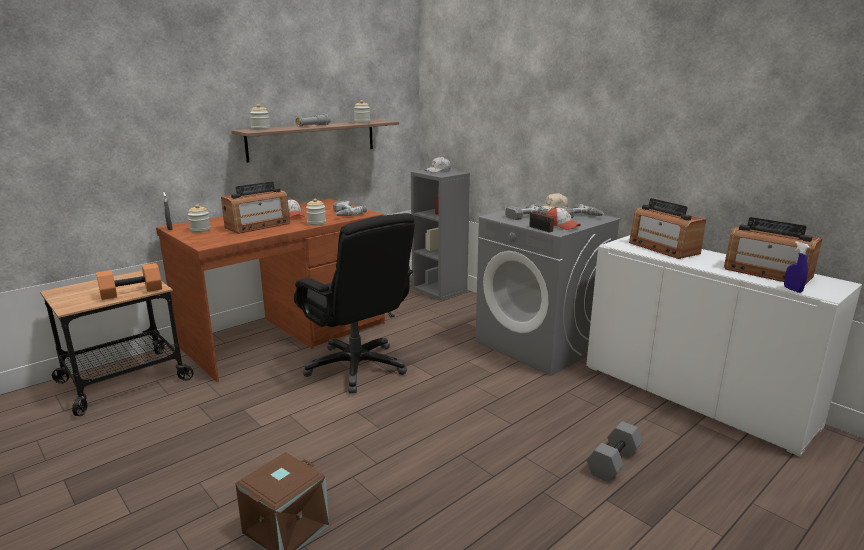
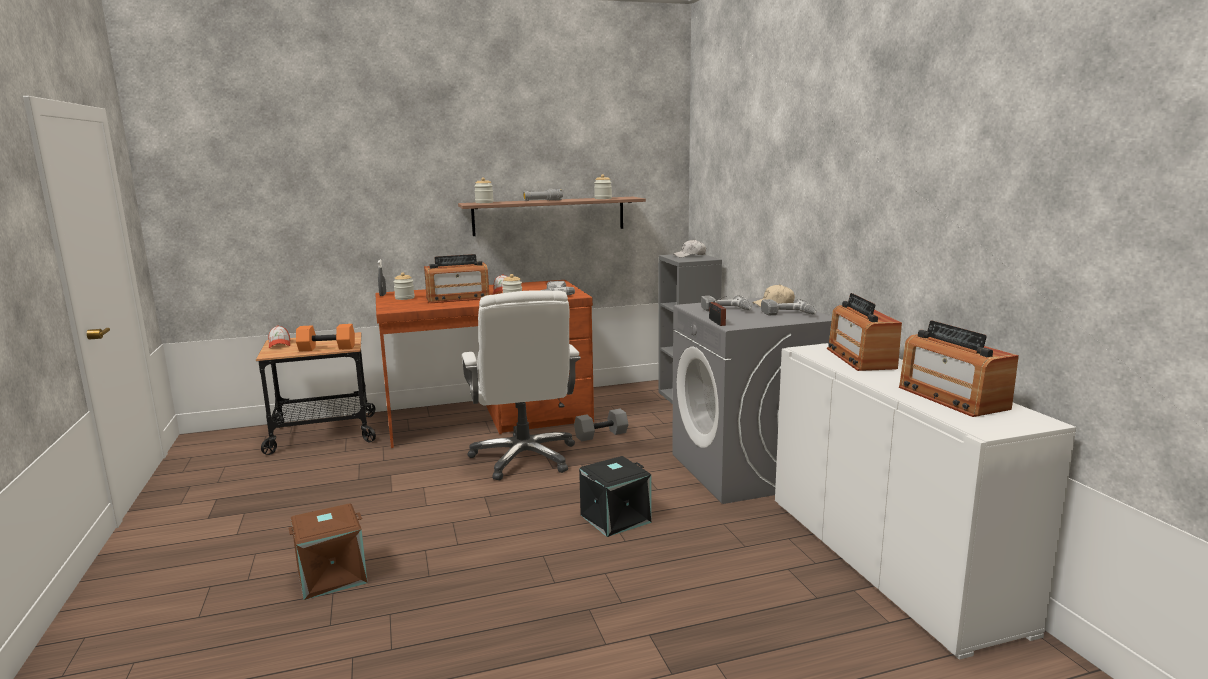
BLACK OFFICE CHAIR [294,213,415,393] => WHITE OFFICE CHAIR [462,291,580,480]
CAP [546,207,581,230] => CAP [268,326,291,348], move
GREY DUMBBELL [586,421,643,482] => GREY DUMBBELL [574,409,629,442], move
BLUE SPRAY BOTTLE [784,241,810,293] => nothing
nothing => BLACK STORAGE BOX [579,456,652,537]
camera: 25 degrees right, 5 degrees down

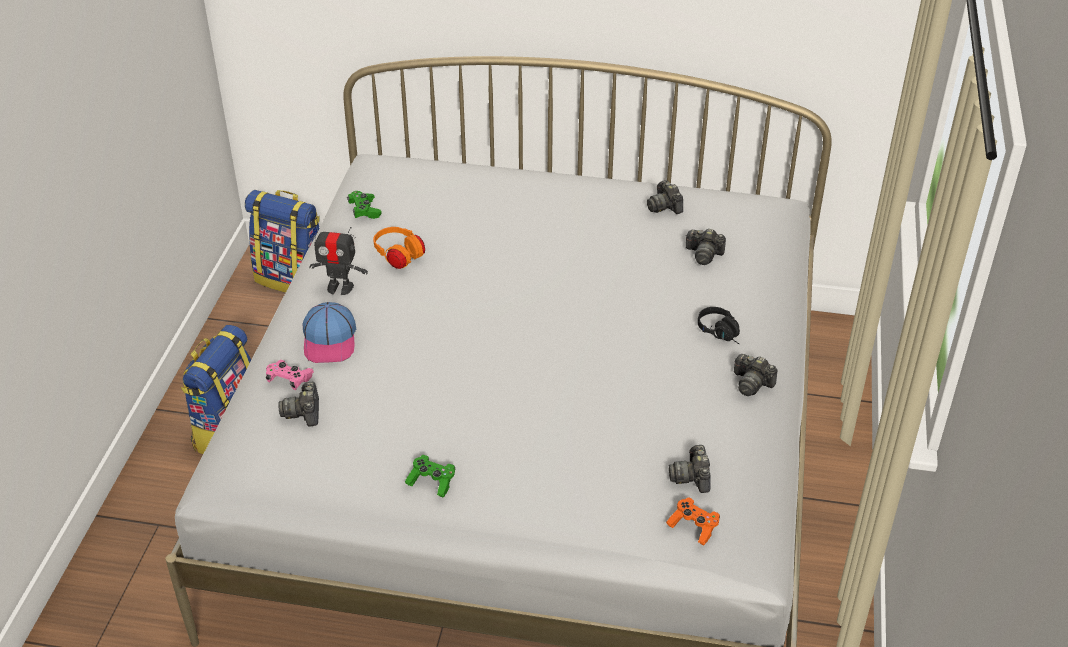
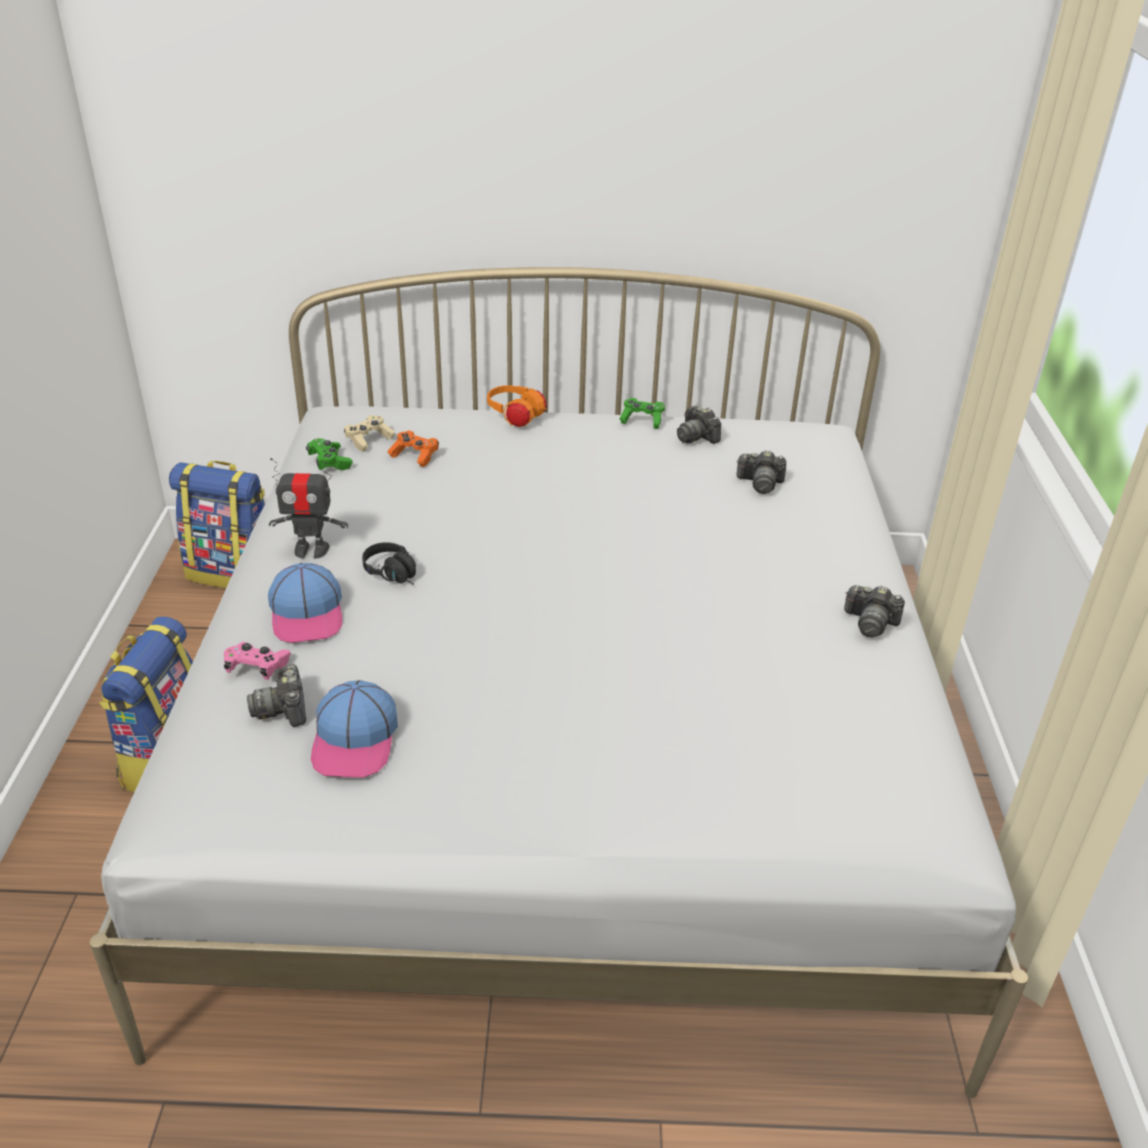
ORANGE HEADPHONES [373,227,425,269] => ORANGE HEADPHONES [487,385,547,427], move
GREEN GAME CONTROLLER [405,455,455,498] => GREEN GAME CONTROLLER [620,398,665,429], move
ORANGE GAME CONTROLLER [666,497,720,545] => ORANGE GAME CONTROLLER [388,431,439,467], move
PHOTO CAMERA [669,445,711,493] => nothing
BLACK HEADPHONES [698,307,740,344] => BLACK HEADPHONES [362,542,416,585], move
nothing => CAP [311,680,398,778]
nothing => BEIGE GAME CONTROLLER [344,415,395,452]
camera: 10 degrees left, 5 degrees down

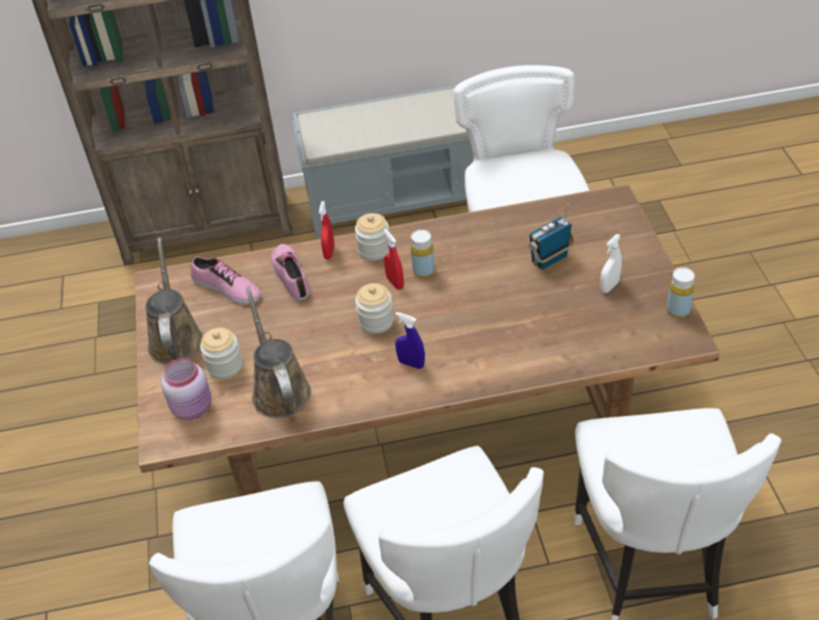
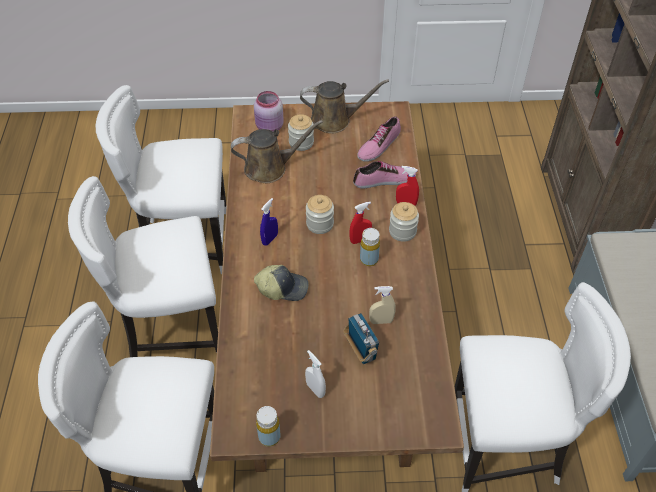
nothing => CAP [254,265,308,301]
nothing => BEIGE SPRAY BOTTLE [369,286,396,324]
camera: 95 degrees right, 5 degrees up

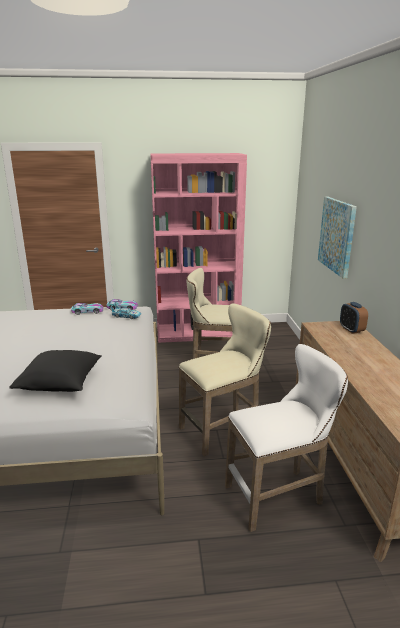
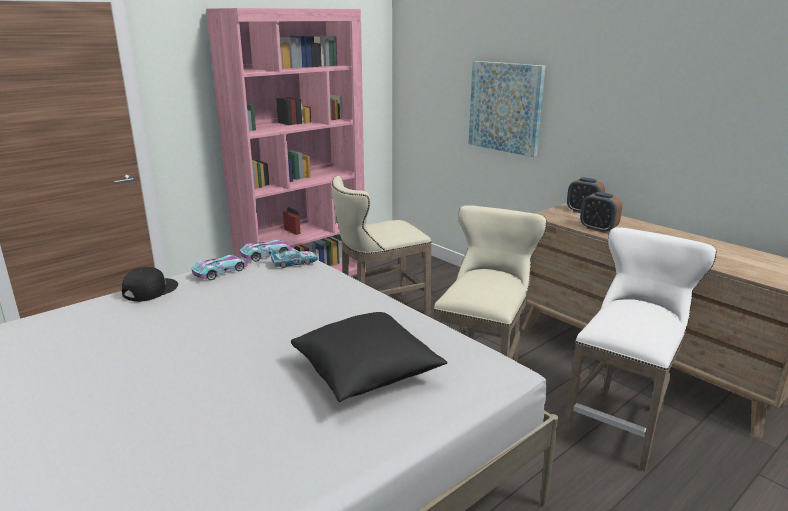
nothing => BLACK CAP [122,267,178,302]
nothing => ALARM CLOCK [580,192,622,233]
camera: 35 degrees left, 0 degrees up

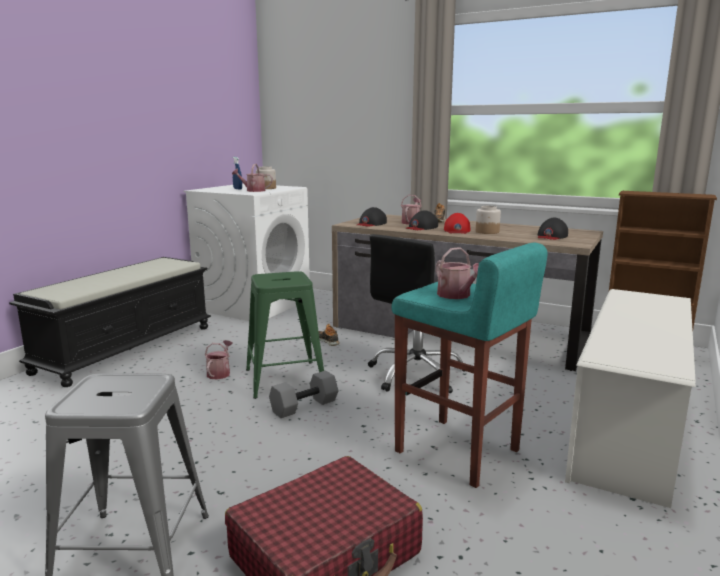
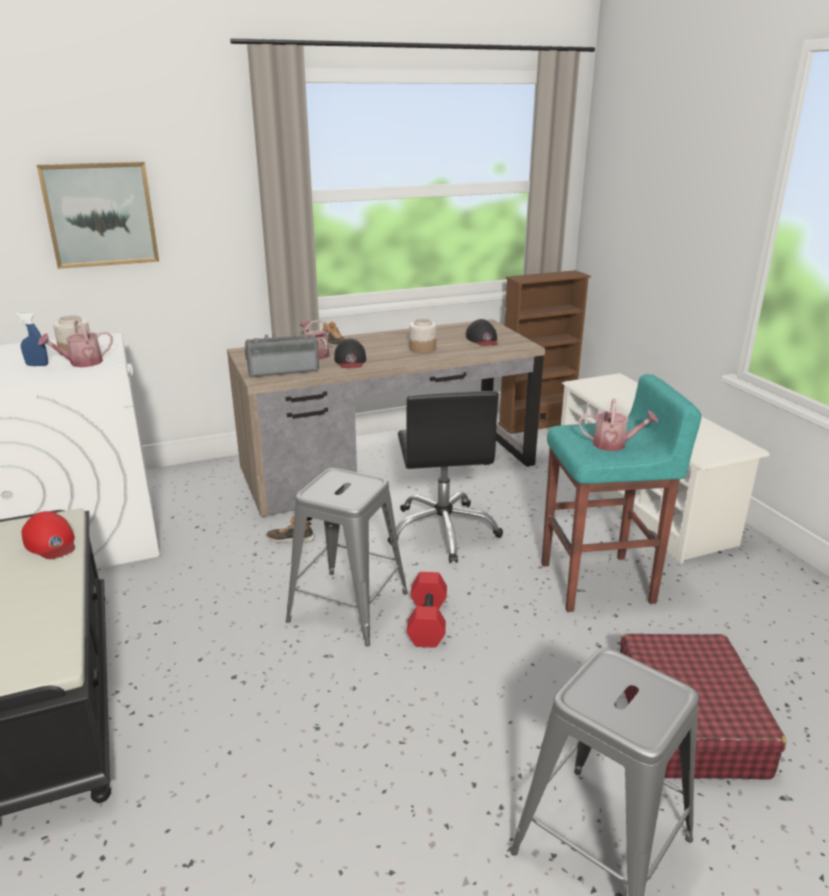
WATERING CAN [205,340,233,379] => nothing
GREEN STOOL [246,271,324,399] => GREY STOOL [286,468,408,646]
GREY DUMBBELL [269,370,338,418] => RED DUMBBELL [407,572,447,648]
BLACK CAP [357,207,387,227] => RADIO [244,334,319,377]
RED CAP [444,213,471,234] => RED CAP [22,511,75,559], move
nothing => PICTURE [37,162,159,269]
camera: 50 degrees left, 10 degrees up

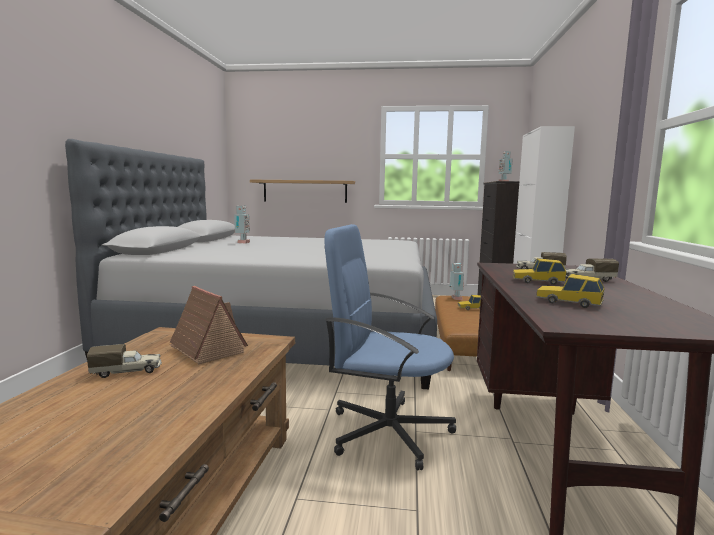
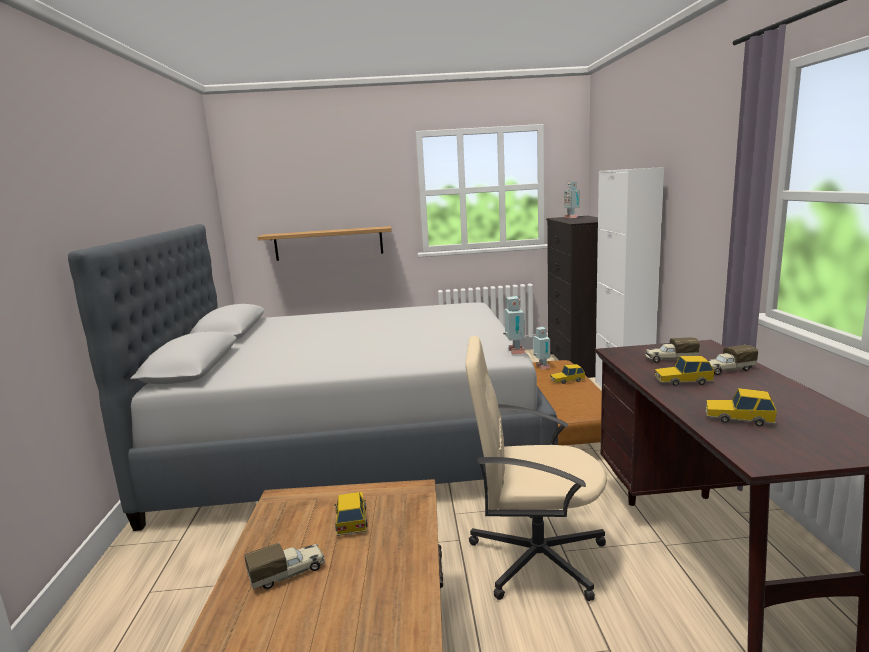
TOY HOUSE [169,286,248,365] => TOY CAR [334,492,367,536]
TOY ROBOT [234,206,250,243] => TOY ROBOT [503,296,526,354], move
BLUE OFFICE CHAIR [324,224,456,470] => BEIGE OFFICE CHAIR [465,336,607,601]
camera: 10 degrees left, 5 degrees up

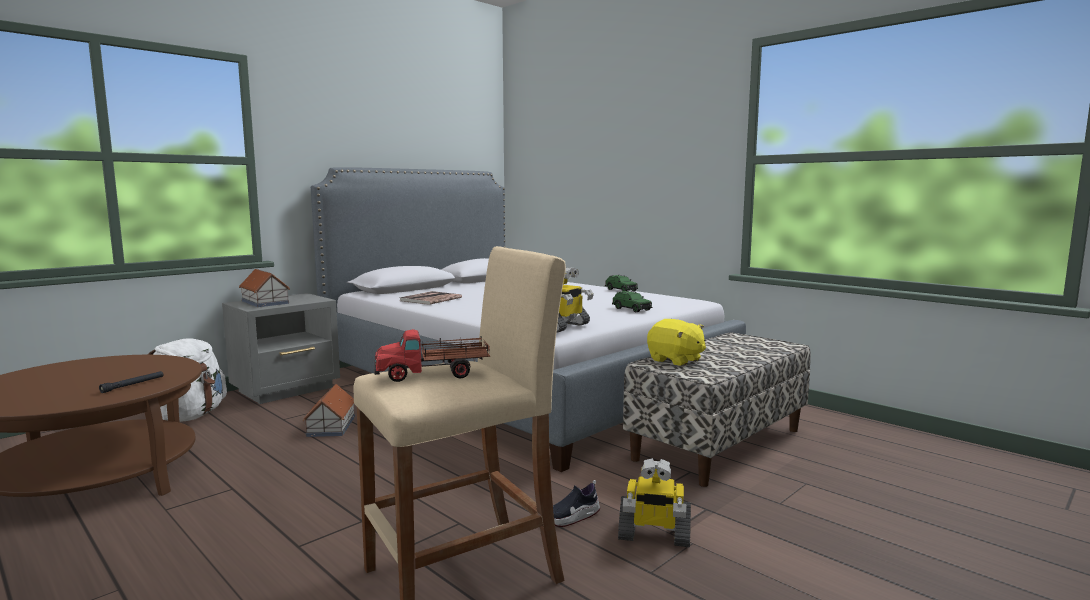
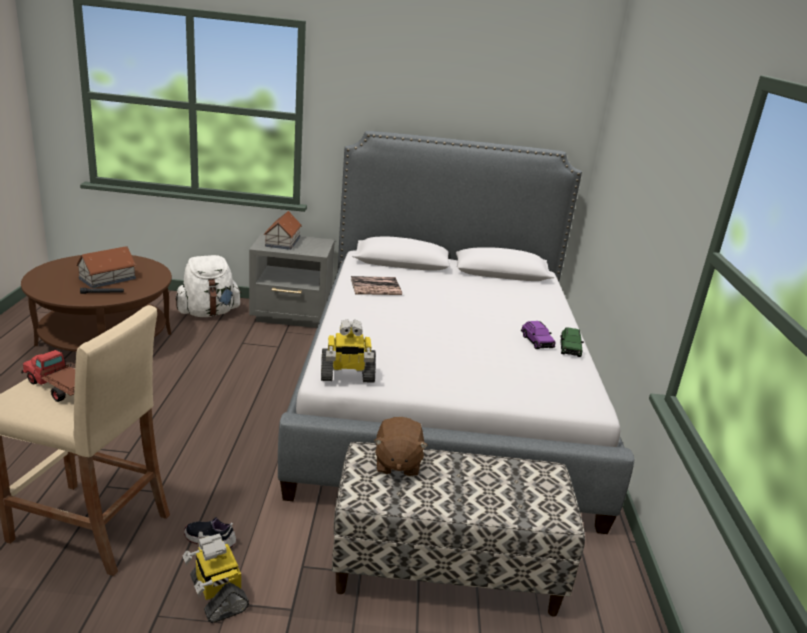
TOY HOUSE [303,384,355,437] => TOY HOUSE [76,246,137,288], move
GREEN TOY CAR [612,291,652,312] => nothing
YELLOW PLUSH TOY [647,319,706,366] => BROWN PLUSH TOY [374,417,428,477]
nothing => PURPLE TOY CAR [521,321,556,349]
camera: 45 degrees right, 15 degrees up

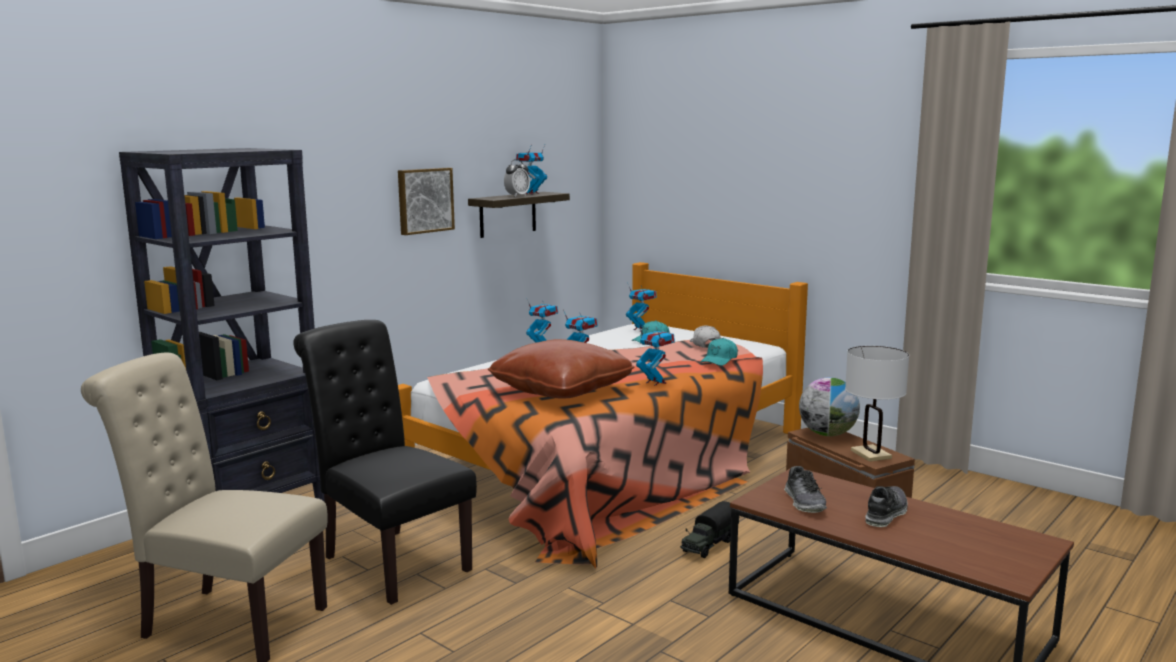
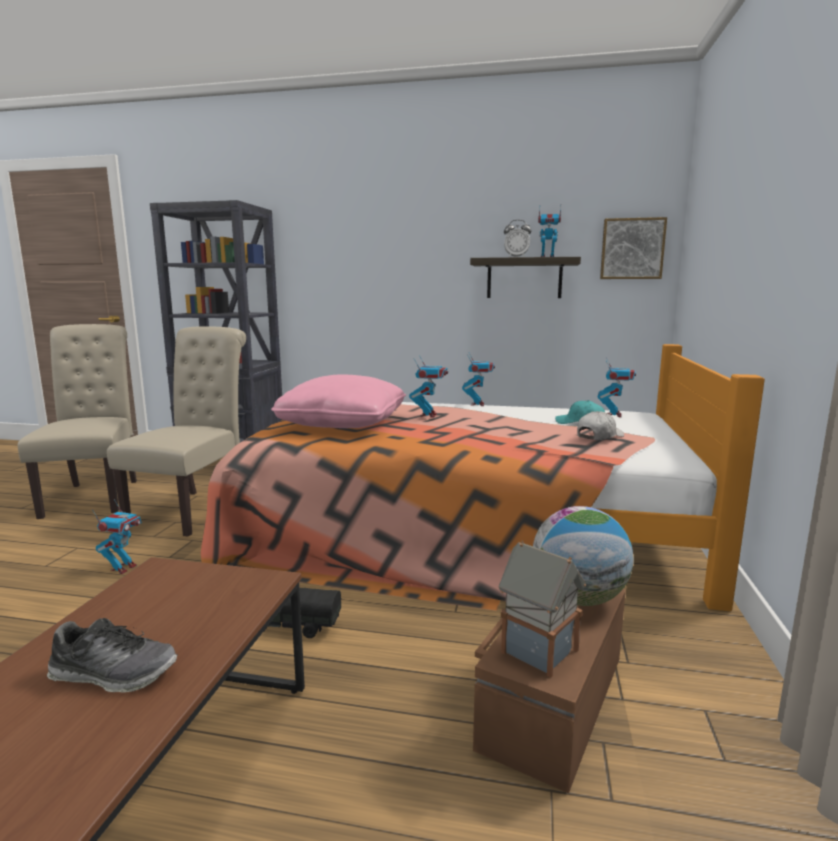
BLACK CHAIR [293,320,477,605] => BEIGE CHAIR [107,326,246,537]
PICTURE [398,168,455,235] => PICTURE [600,217,667,279], move
BROWN PILLOW [488,339,634,398] => PINK PILLOW [271,375,406,428]
TOY ROBOT [636,324,675,386] => TOY ROBOT [92,499,142,574], move
TURQUOISE CAP [701,338,738,366] => nothing
SHOE [784,466,827,513] => nothing
WHITE TABLE LAMP [845,346,909,462] => TOY HOUSE [499,541,586,678]
camera: 60 degrees right, 0 degrees up

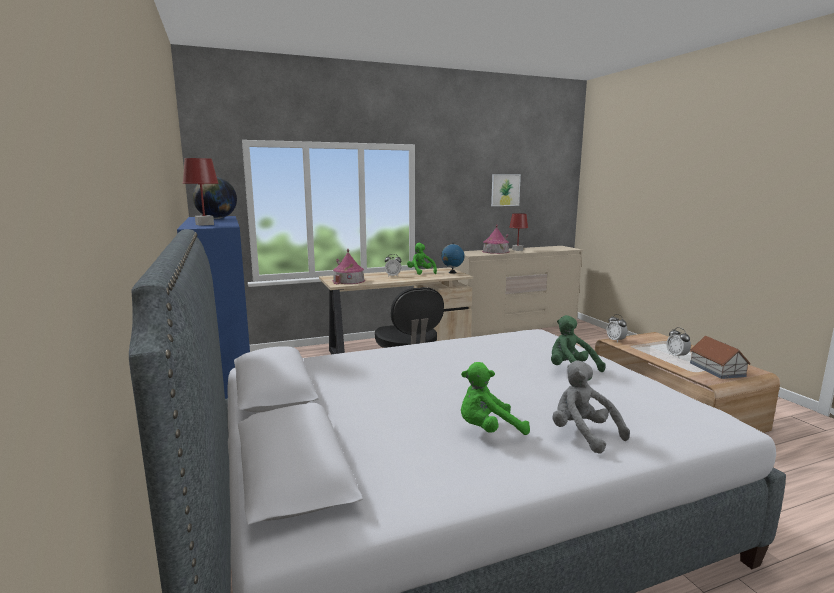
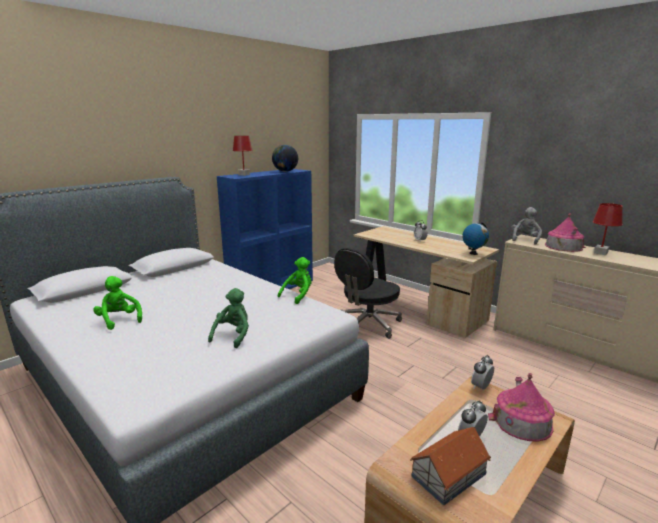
TOY HOUSE [333,249,365,284] => TOY HOUSE [488,373,555,442], move
GREEN PLUSH TOY [407,243,437,275] => GREEN PLUSH TOY [278,257,312,304], move
PICTURE [491,174,521,206] => nothing
GREY PLUSH TOY [552,360,630,454] => GREY PLUSH TOY [512,207,542,245], move
camera: 65 degrees right, 5 degrees up

